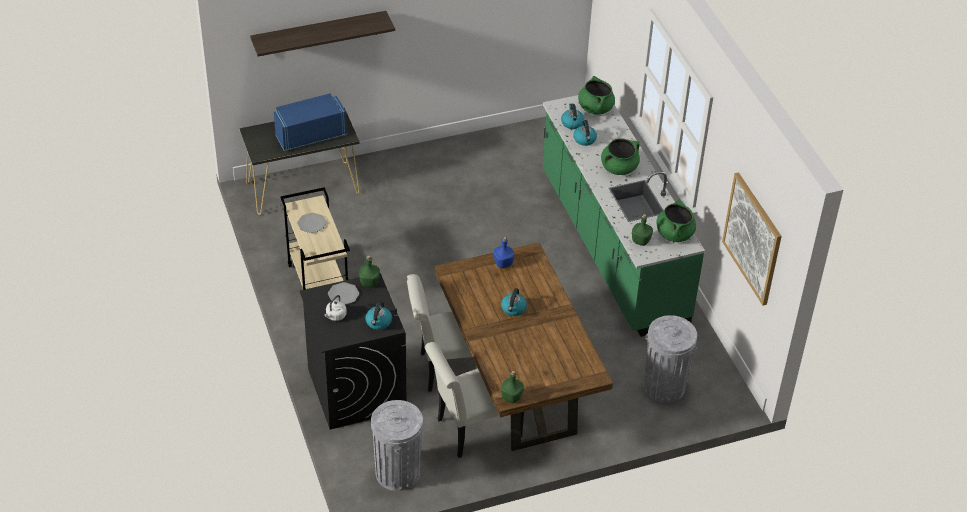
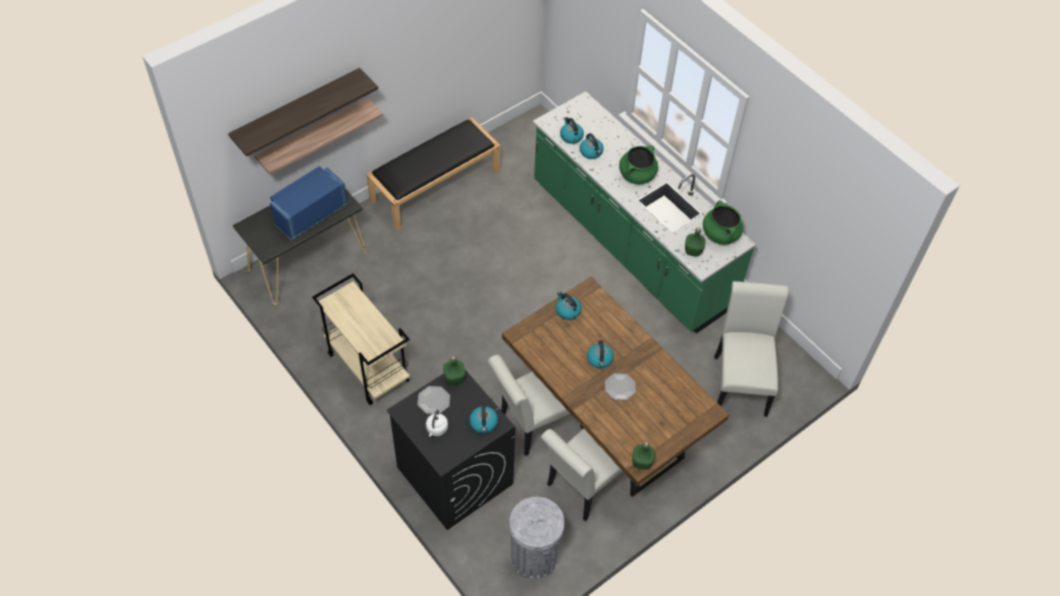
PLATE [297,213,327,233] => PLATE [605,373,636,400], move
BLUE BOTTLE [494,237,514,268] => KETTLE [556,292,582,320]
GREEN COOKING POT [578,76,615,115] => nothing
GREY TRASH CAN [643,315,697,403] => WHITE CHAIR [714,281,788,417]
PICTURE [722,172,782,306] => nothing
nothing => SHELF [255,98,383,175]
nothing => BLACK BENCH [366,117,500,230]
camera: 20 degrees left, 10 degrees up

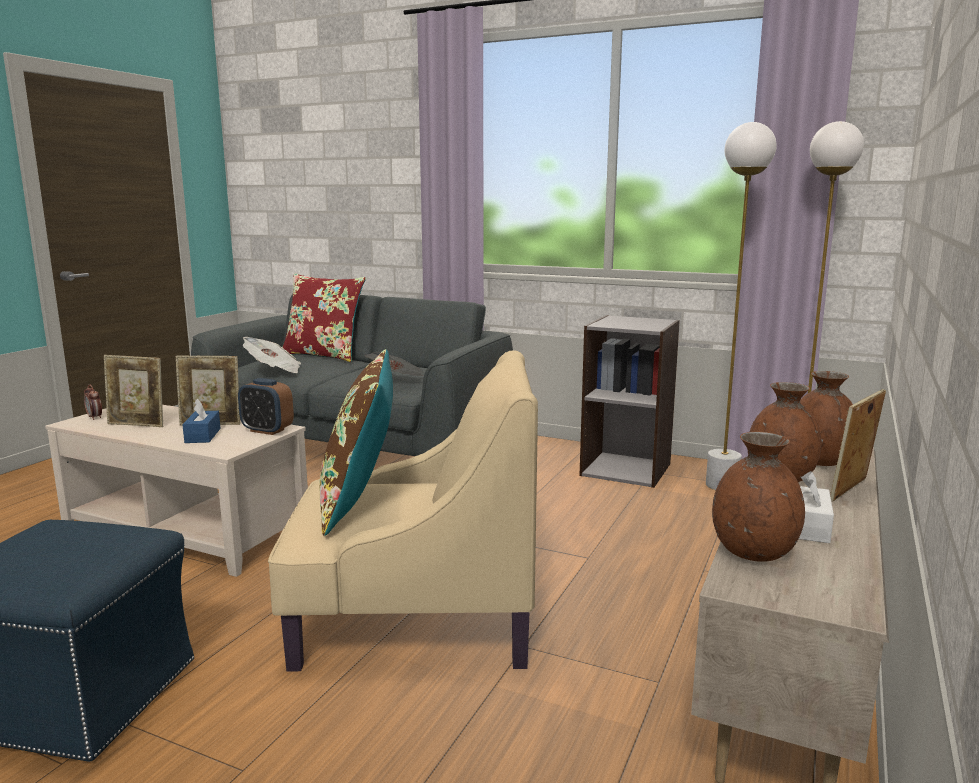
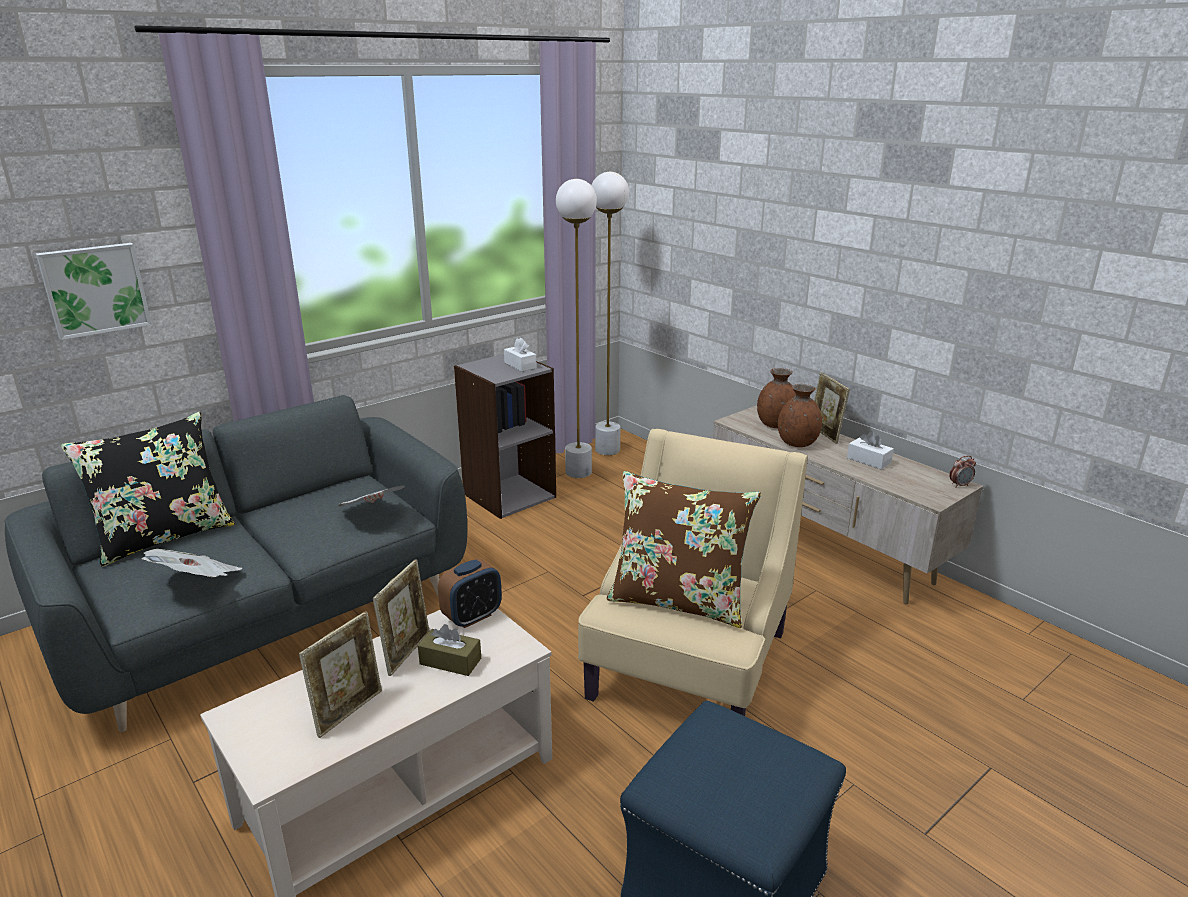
ALARM CLOCK [84,385,102,420] => ALARM CLOCK [949,456,976,488], move
BLUE TISSUE BOX [182,399,221,443] => BROWN TISSUE BOX [418,624,481,676]
RED PILLOW [282,274,366,362] => BLACK PILLOW [61,412,235,567]
BROWN VASE [712,432,805,562] => nothing
nothing => PICTURE [36,243,152,340]
nothing => WHITE TISSUE BOX [504,338,537,371]
camera: 65 degrees left, 10 degrees up

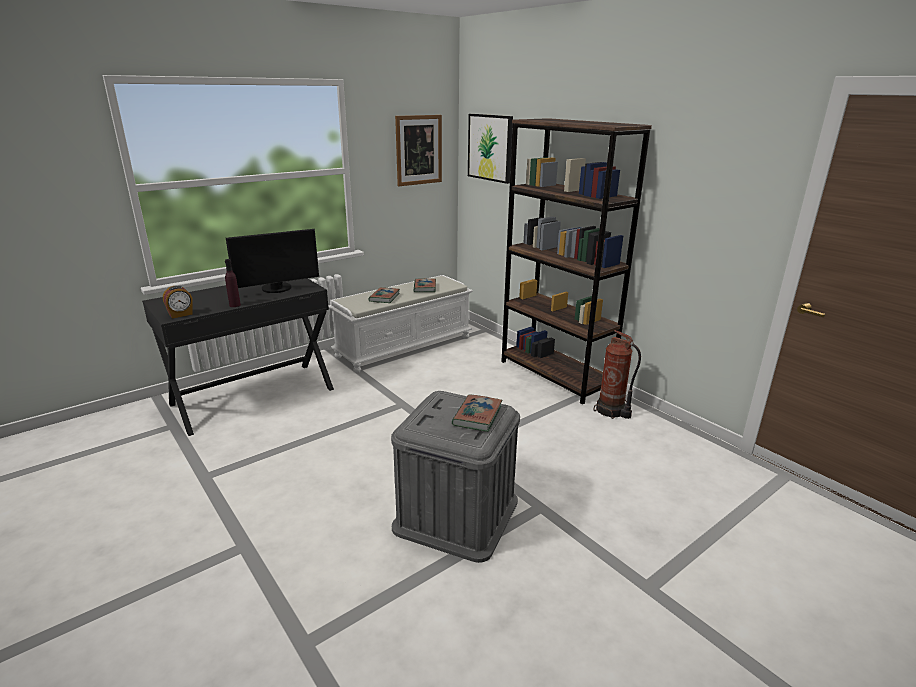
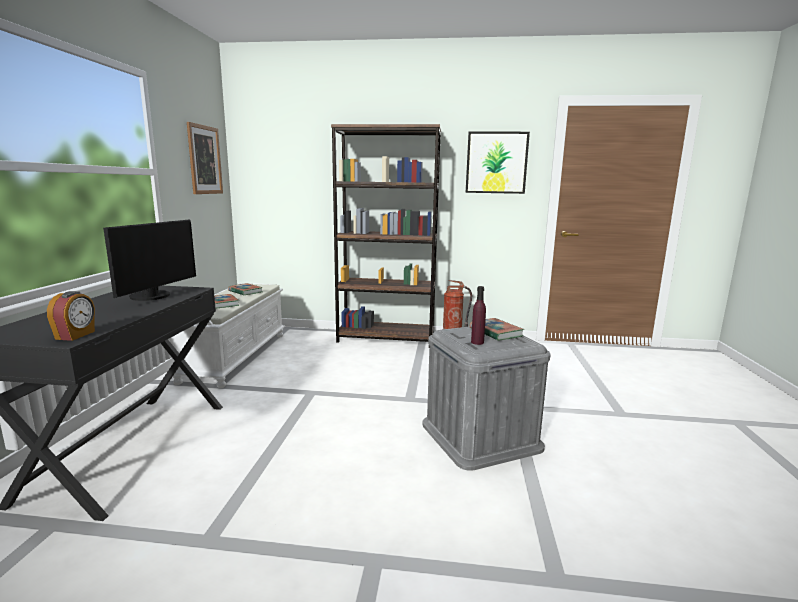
PURPLE BOTTLE [225,259,241,307] => PURPLE BOTTLE [471,286,486,345], move
PICTURE [468,114,513,184] => PICTURE [465,132,530,194], move
camera: 45 degrees left, 10 degrees down

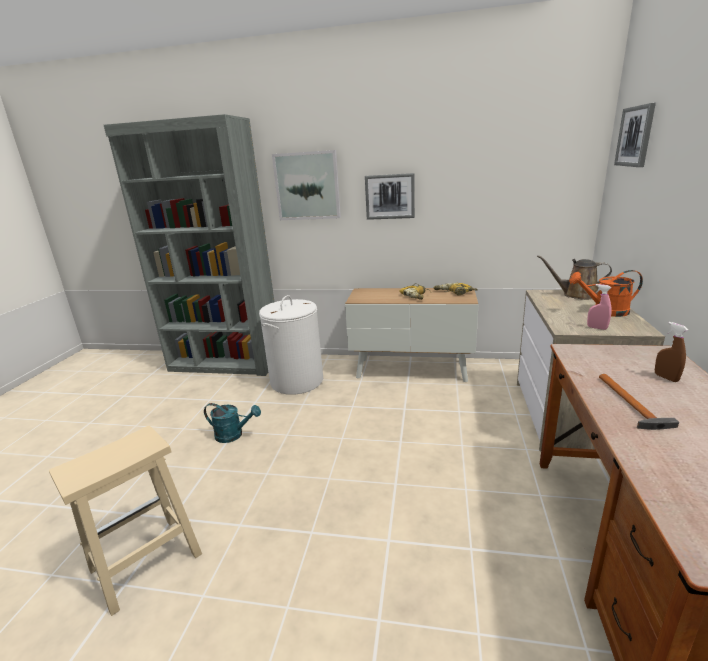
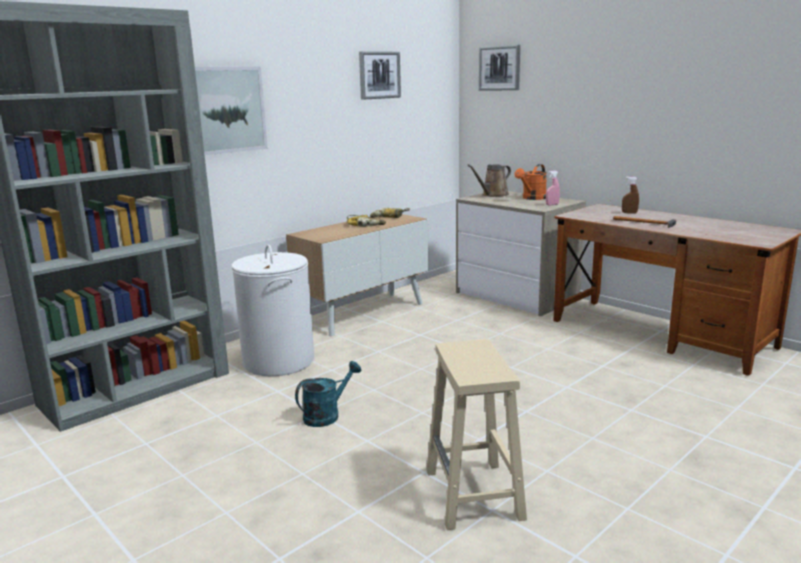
PICTURE [365,173,415,220] => PICTURE [359,51,401,100], move
camera: 55 degrees left, 5 degrees down

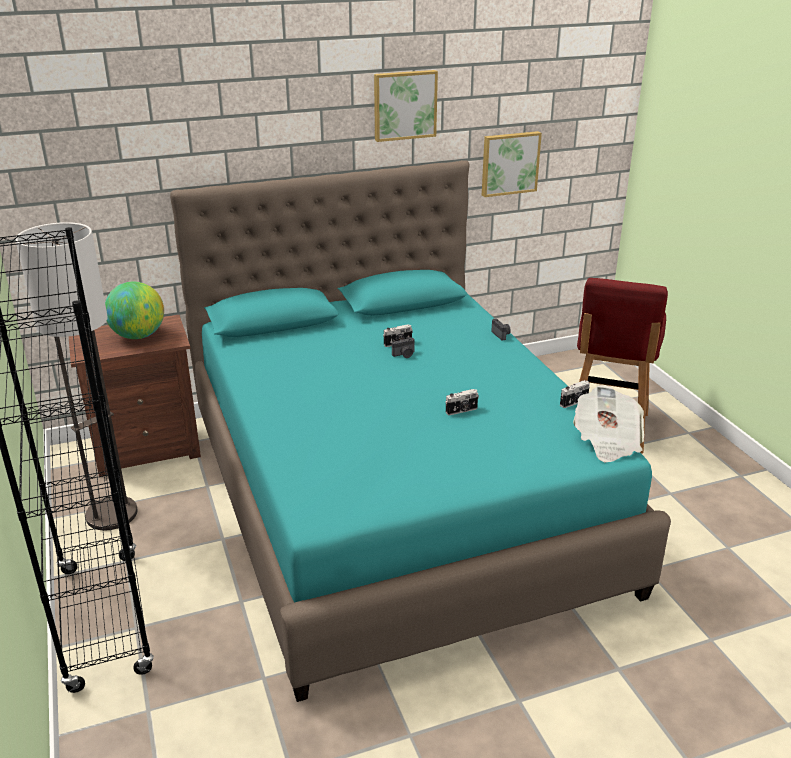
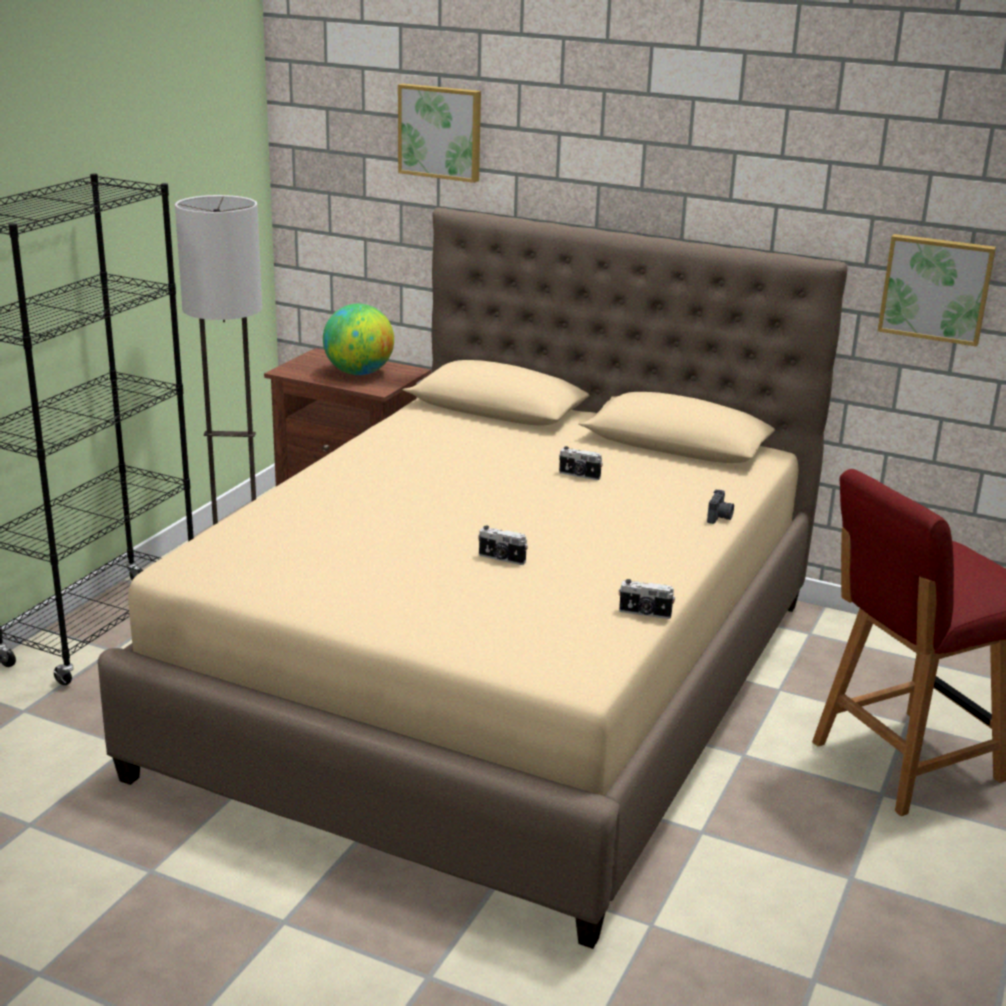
TURQUOISE BED [170,160,671,702] => BEIGE BED [98,208,848,949]
PICTURE [374,70,438,142] => PICTURE [398,84,481,183], move
PHOTO CAMERA [392,337,415,358] => nothing
NEWSPAPER [573,385,644,462] => nothing
camera: 45 degrees right, 5 degrees down

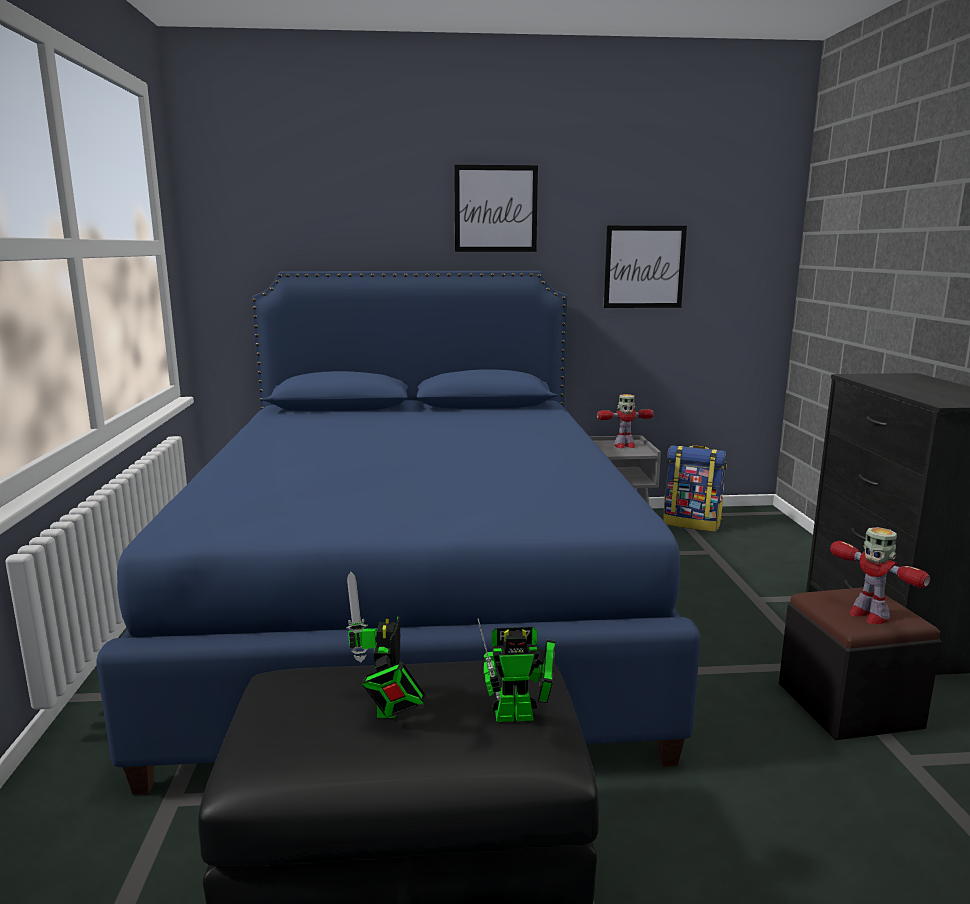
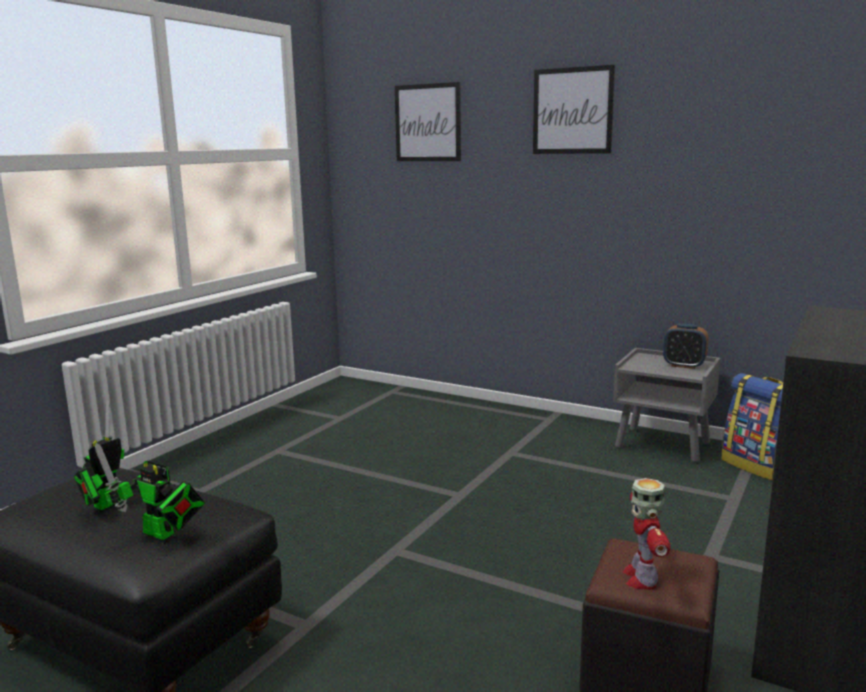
BLUE BED [96,271,701,795] => nothing
TOY ROBOT [597,394,653,449] => ALARM CLOCK [663,323,708,369]
PICTURE [603,226,687,308] => PICTURE [395,82,461,161], move
camera: 35 degrees right, 0 degrees up

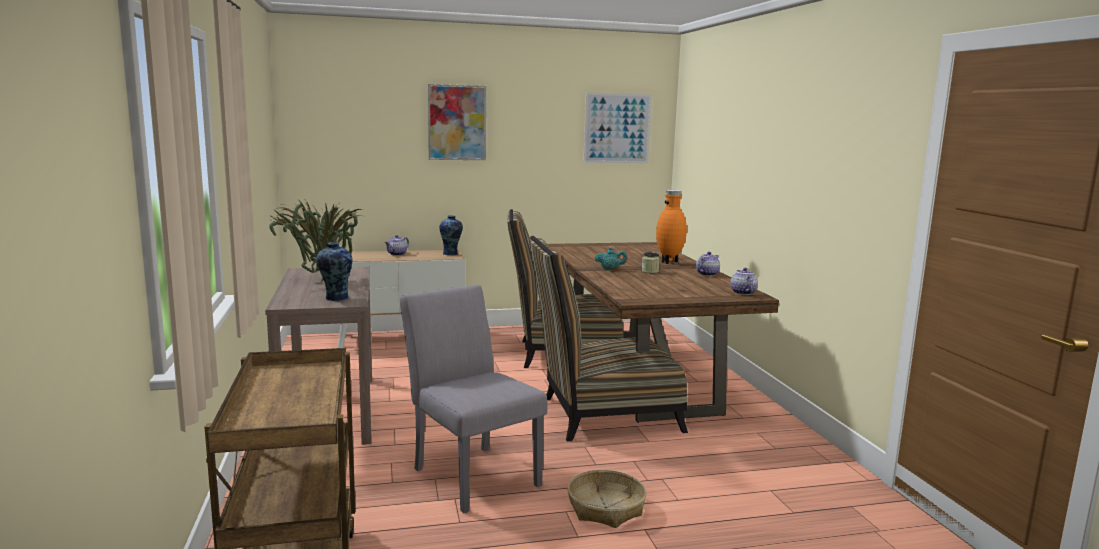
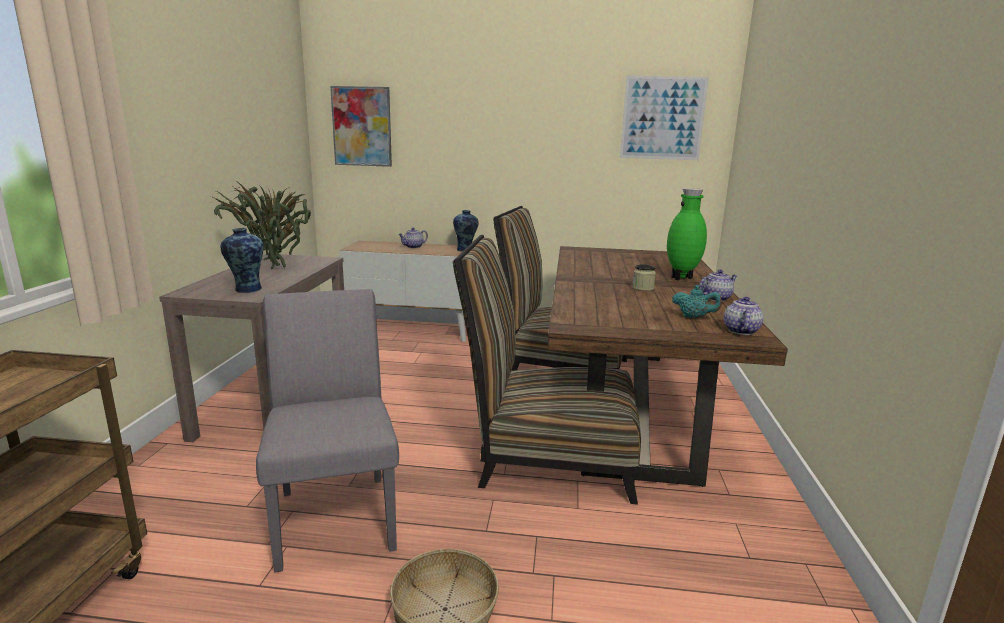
PICTURE [428,84,486,160] => PICTURE [330,86,392,167], move
TURQUOISE TEAPOT [595,247,627,270] => TURQUOISE TEAPOT [672,285,722,318], move
ORANGE VASE [656,190,687,264] => GREEN VASE [667,188,707,280]
camera: 20 degrees right, 5 degrees up

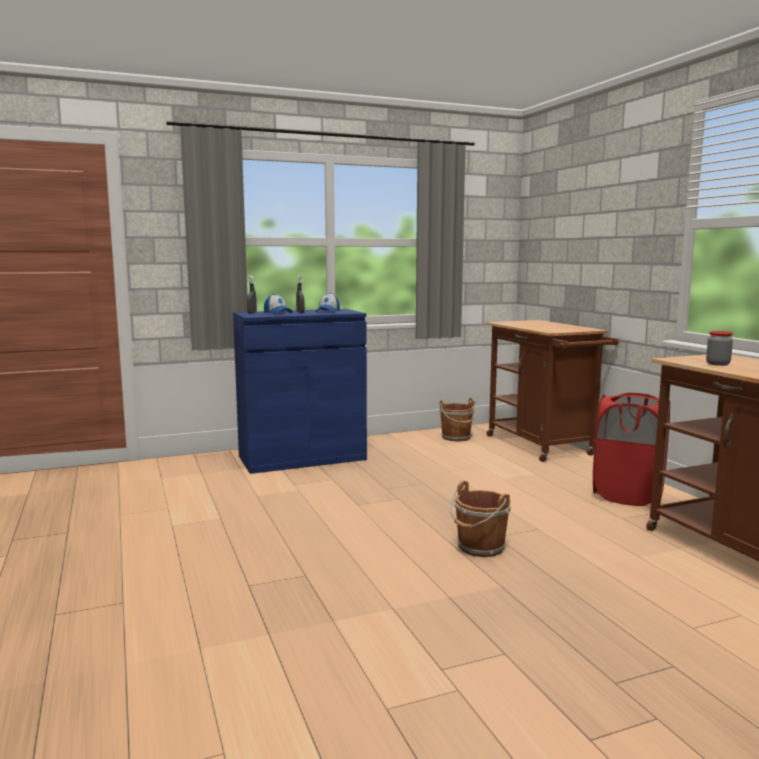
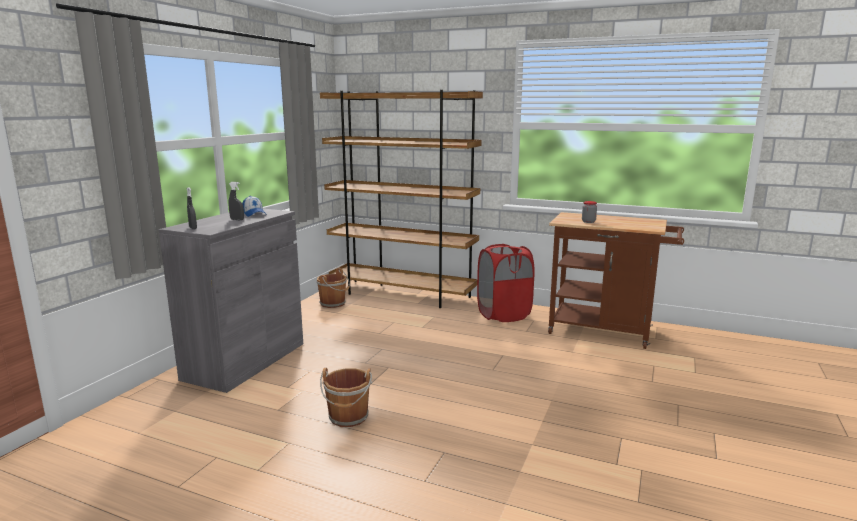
BLUE CABINET [233,309,367,474] => GREY CABINET [159,209,303,393]
CAP [264,294,292,314] => nothing
BROWN BUCKET [450,481,511,557] => BROWN BUCKET [320,368,372,427], move
BROWN CART [486,320,619,462] => BROWN BOOKCASE [320,90,483,308]
camera: 45 degrees left, 5 degrees up

